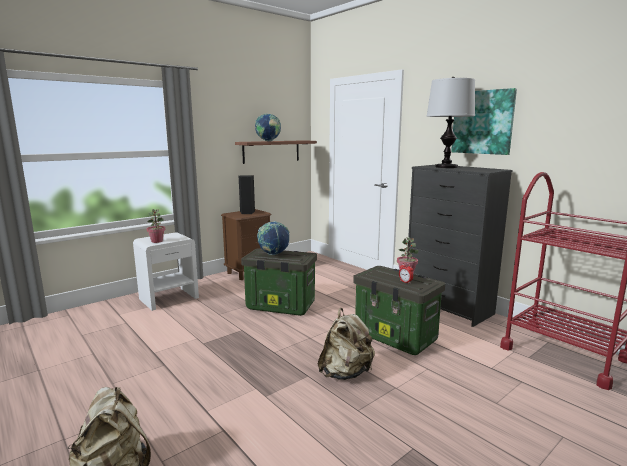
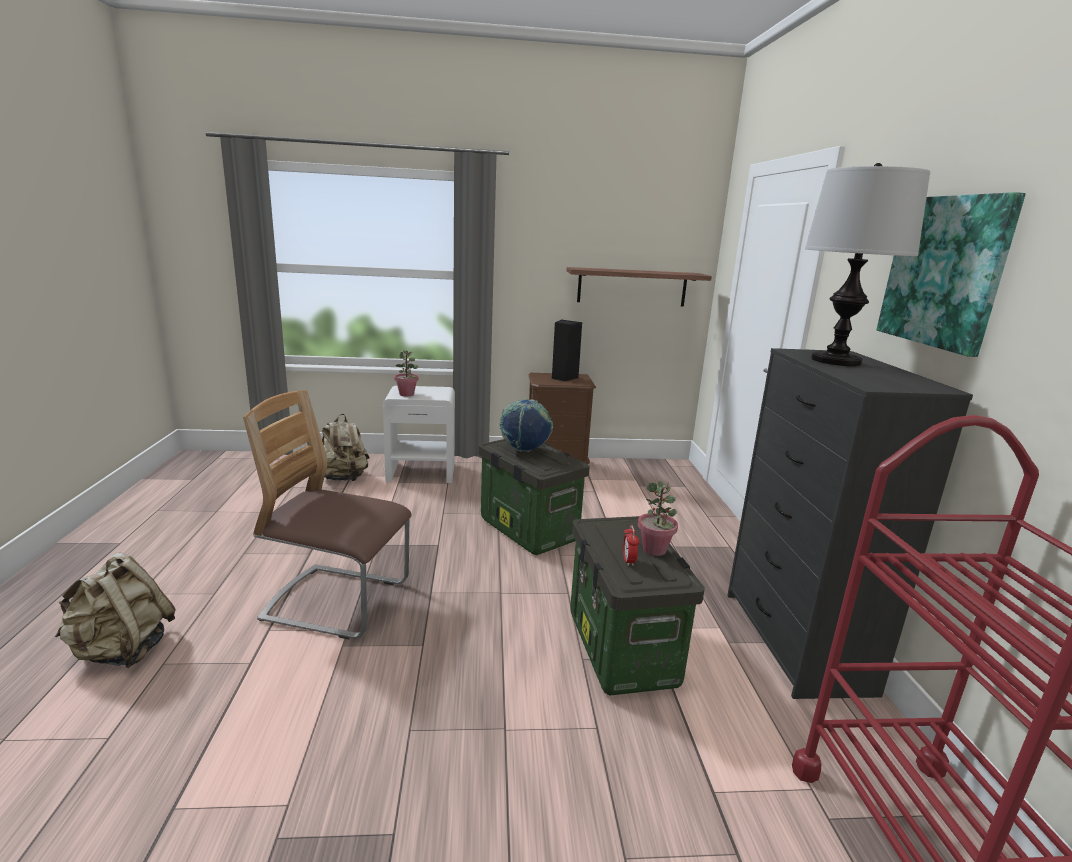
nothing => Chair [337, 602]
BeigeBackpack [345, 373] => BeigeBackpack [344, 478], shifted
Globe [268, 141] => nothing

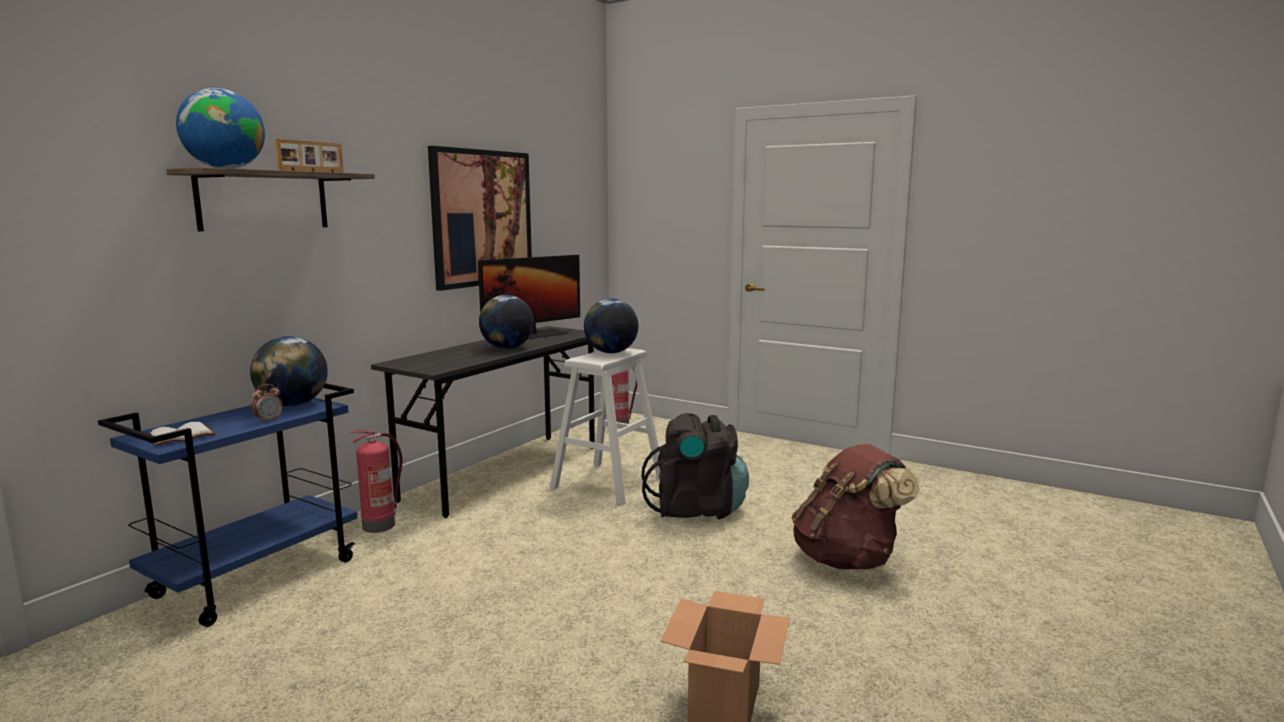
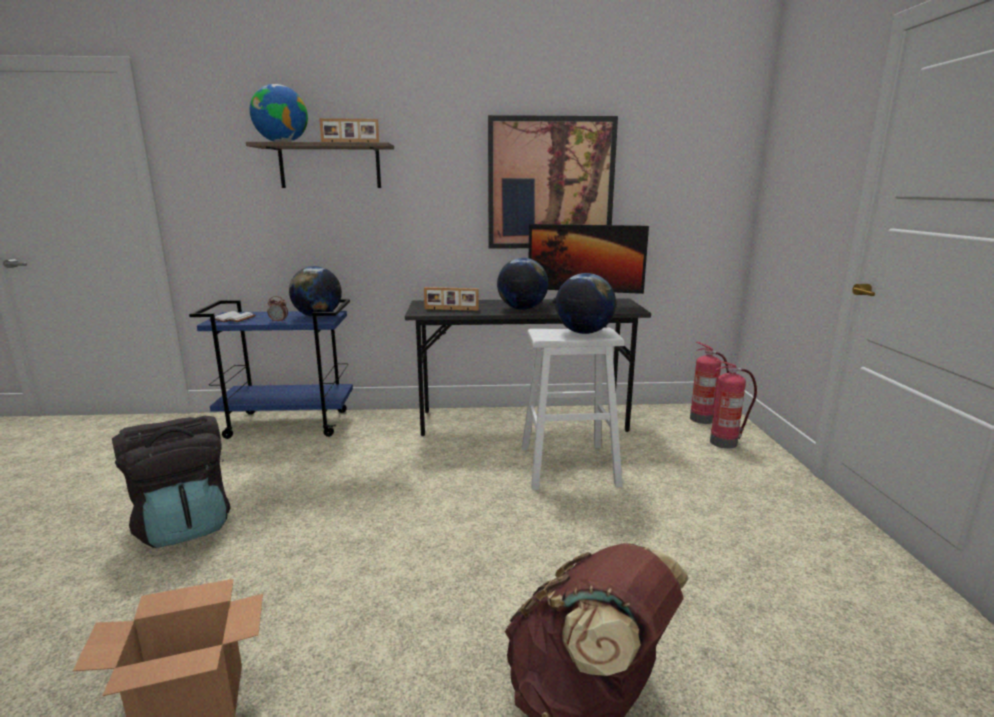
BlackBackpack [696, 509] => BlackBackpack [184, 525], shifted
nothing => PictureFrame [451, 309]
FireExtinguisher [380, 525] => FireExtinguisher [725, 442], shifted

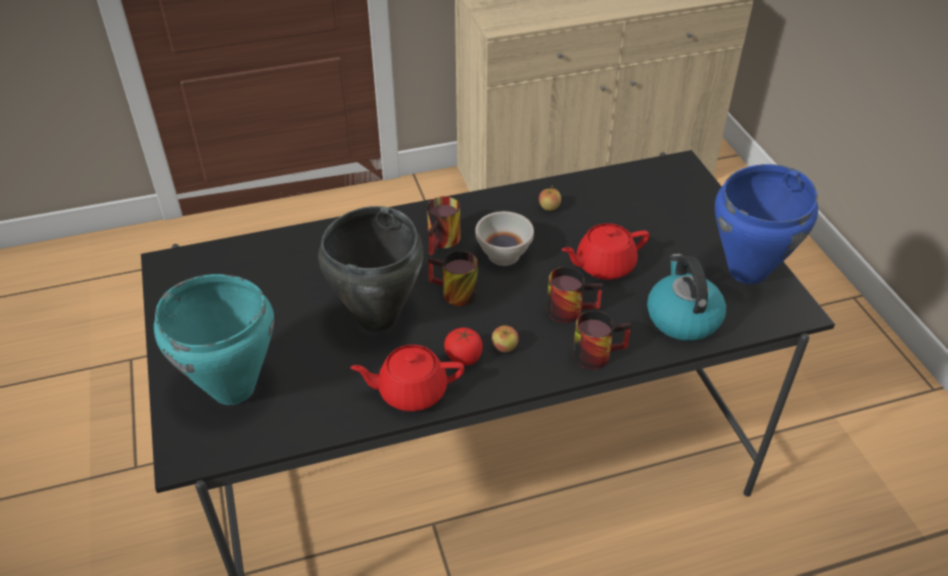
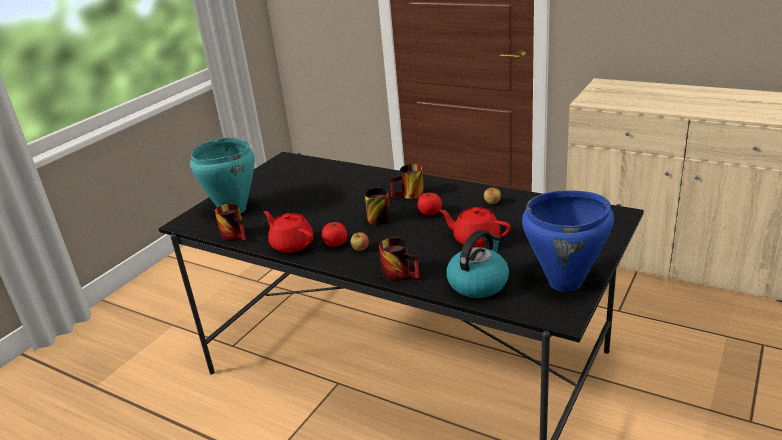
Mug [570, 308] => Mug [237, 235], shifted
WhiteBowl [504, 255] => Tomato [430, 212]
BlackCookingPot [376, 318] => nothing

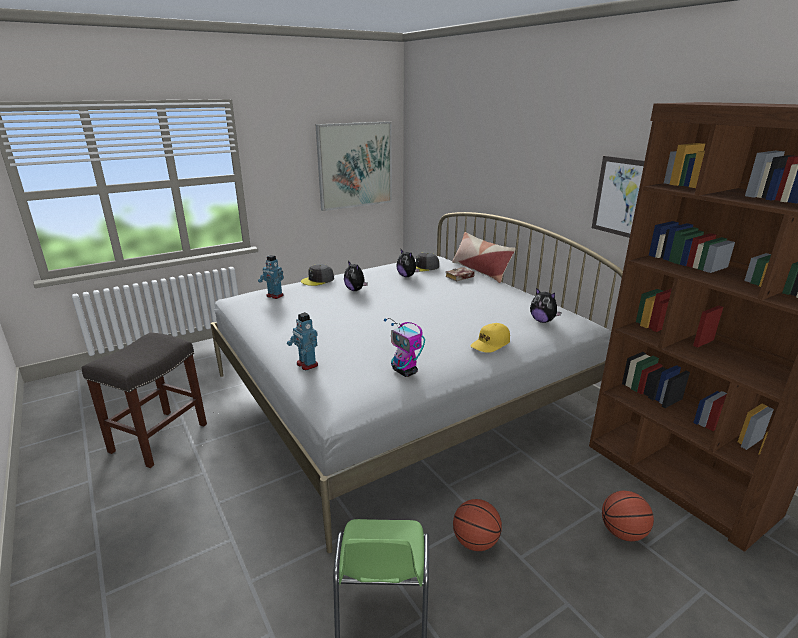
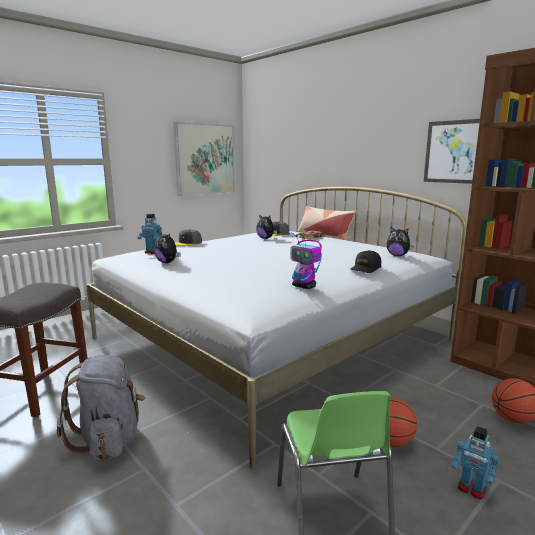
nothing => GreyBackpack [109, 440]
PlushToy [355, 290] => PlushToy [167, 262], shifted
YellowCap [490, 344] => BlackCap [365, 268]
ToyRobot [306, 365] => ToyRobot [471, 489], shifted

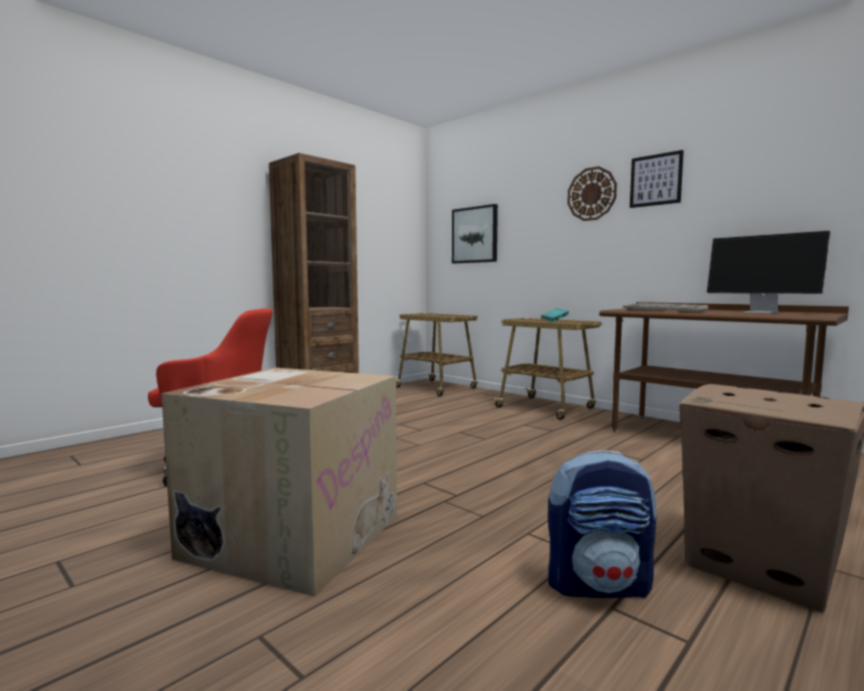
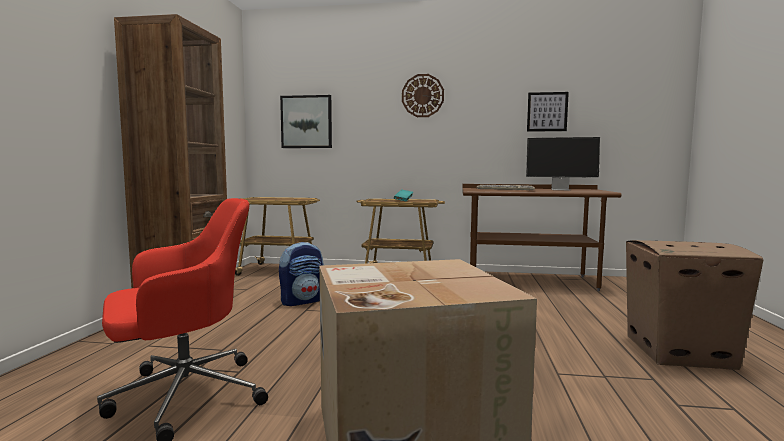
Backpack [598, 584] => Backpack [302, 301], shifted
Picture [655, 180] => Picture [547, 112], shifted

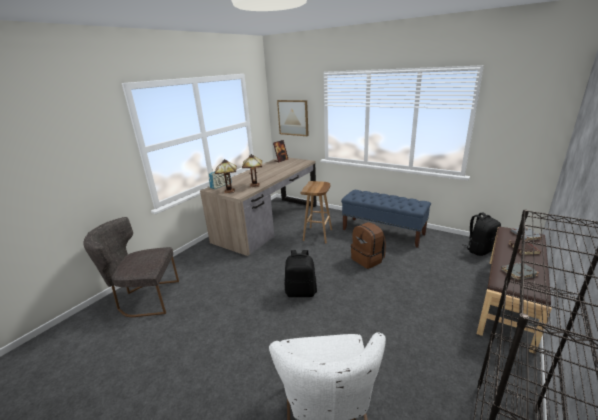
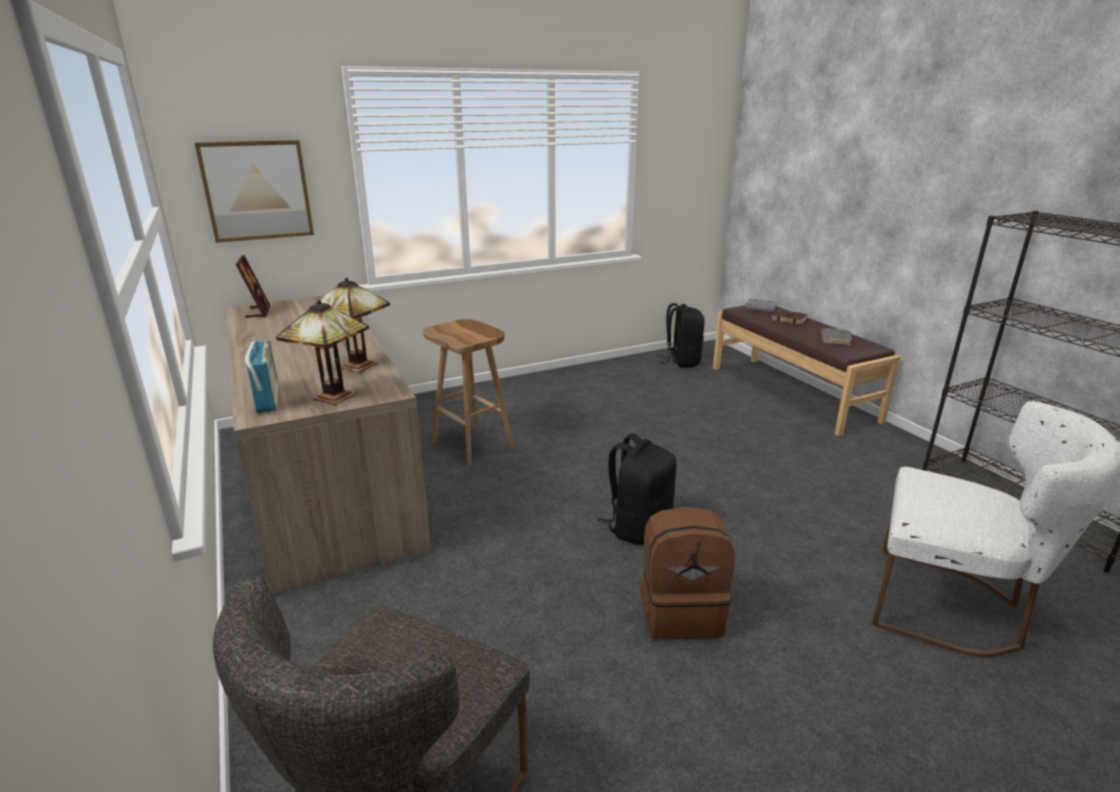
BrownBackpack [368, 259] => BrownBackpack [681, 612], shifted
BlueBench [383, 232] => nothing

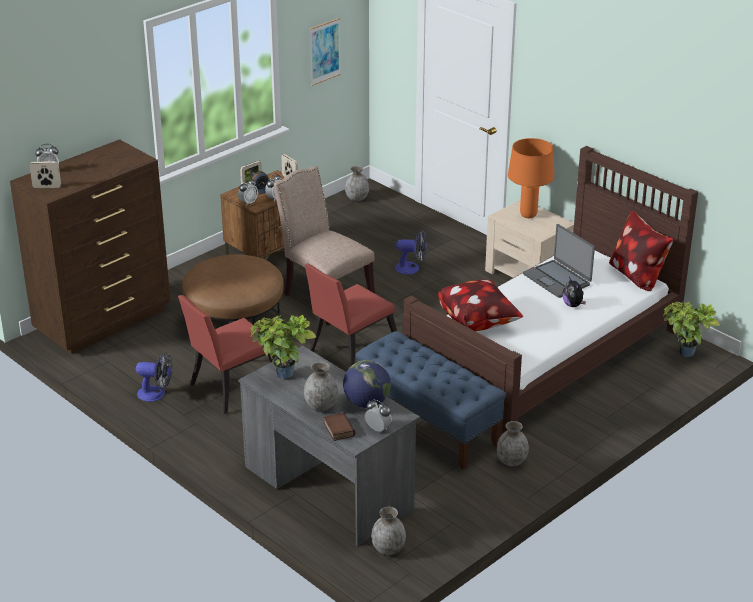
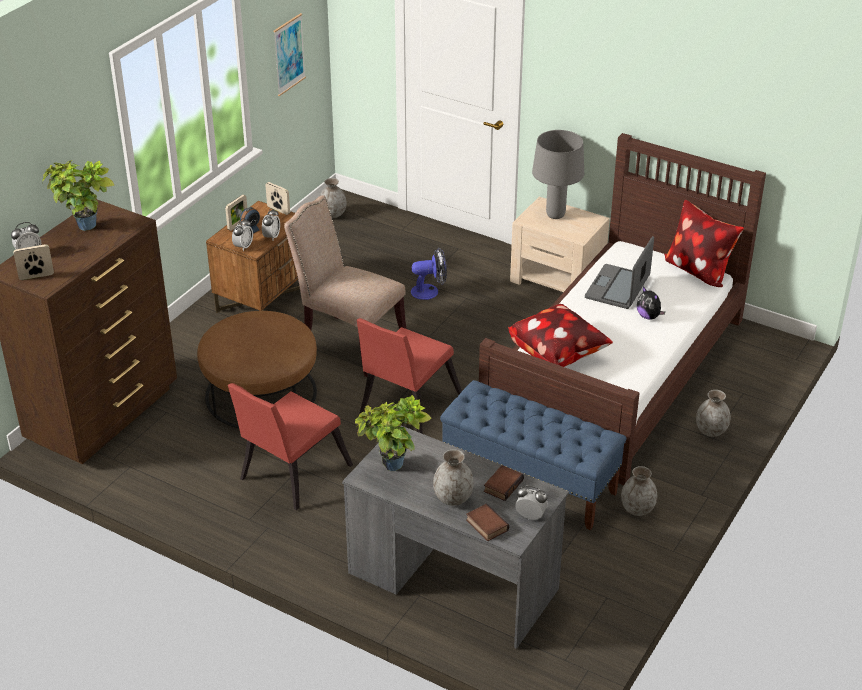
PottedPlant [684, 355] => PottedPlant [84, 229], shifted
Globe [366, 403] => Book [502, 485]
OrangeTableLamp [528, 215] => GreyTableLamp [555, 215]
Laptop [557, 279] => Laptop [618, 288], 75 degrees clockwise
GreyVase [388, 549] => GreyVase [711, 431], shifted
Fan [156, 394] => nothing

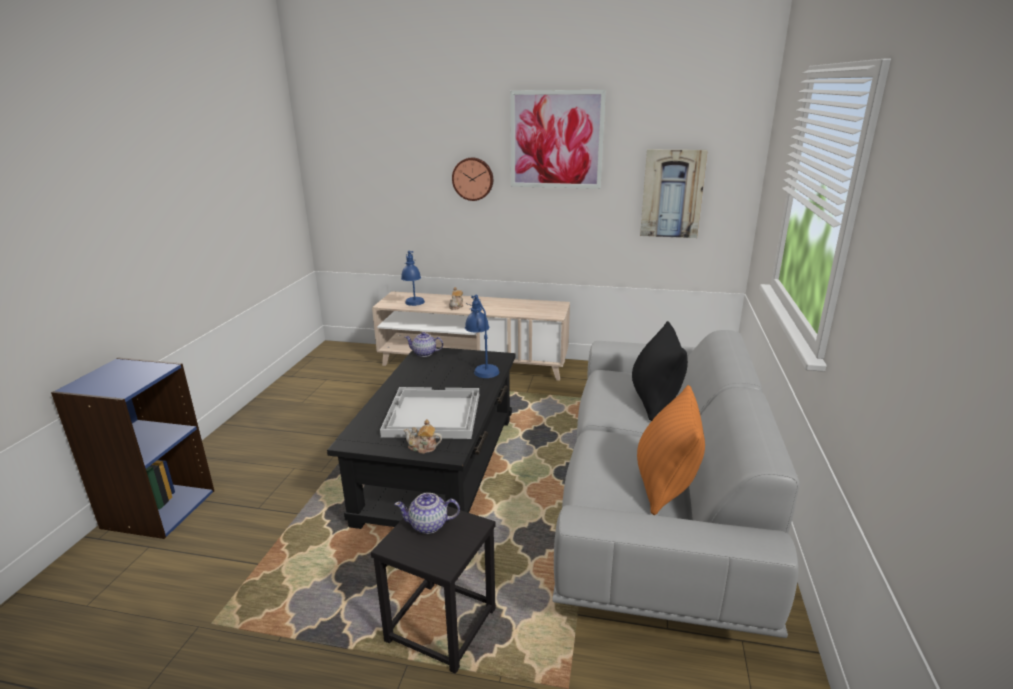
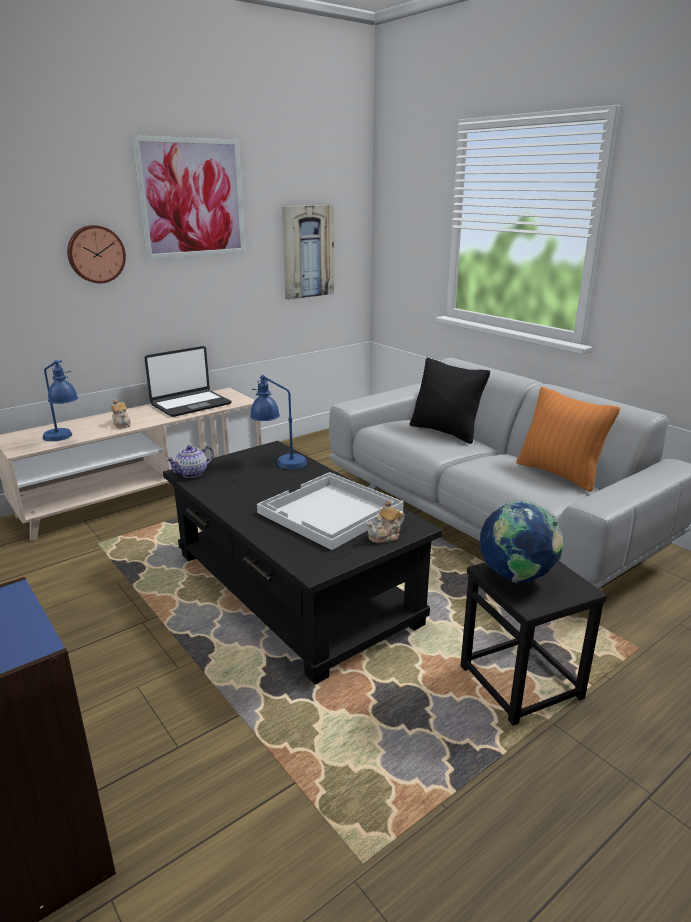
nothing => Laptop [190, 404]
Teapot [429, 525] => Globe [516, 577]

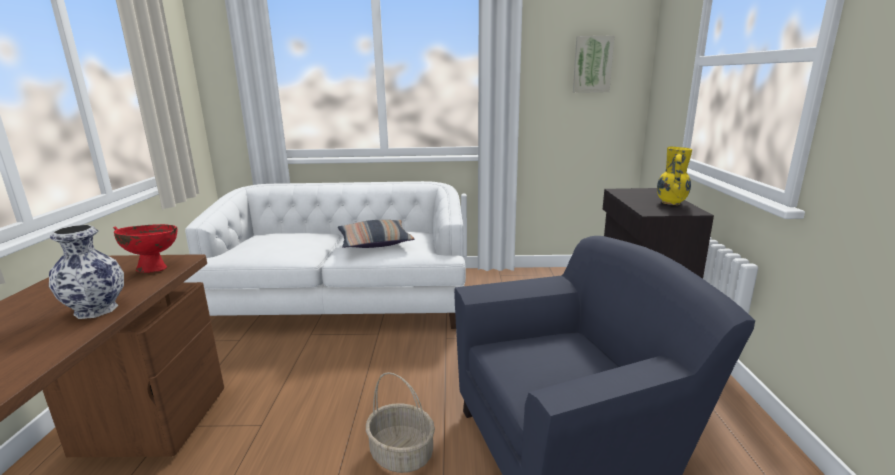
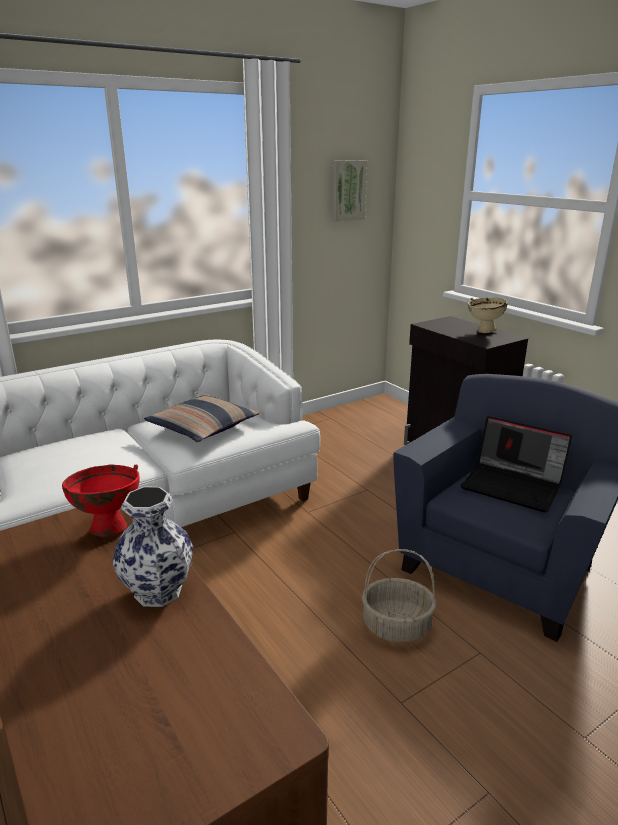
nothing => Laptop [513, 486]
YellowVase [671, 203] => BeigeBowl [484, 331]

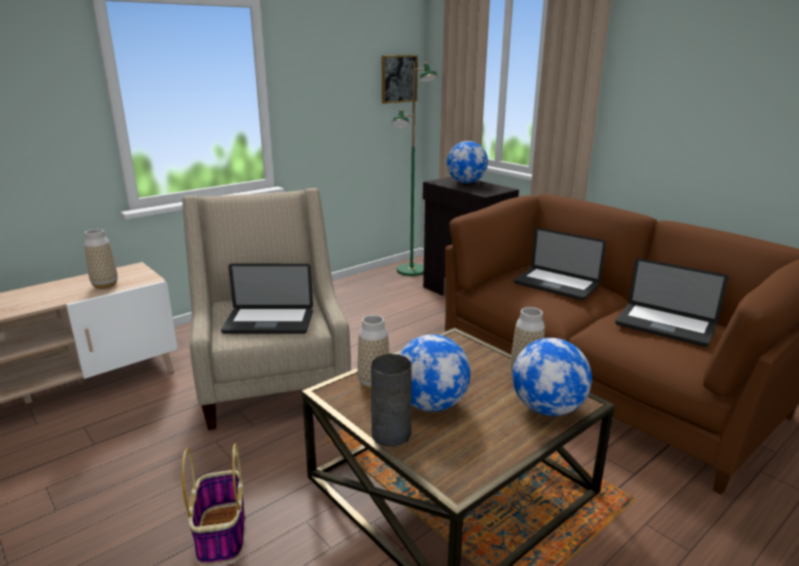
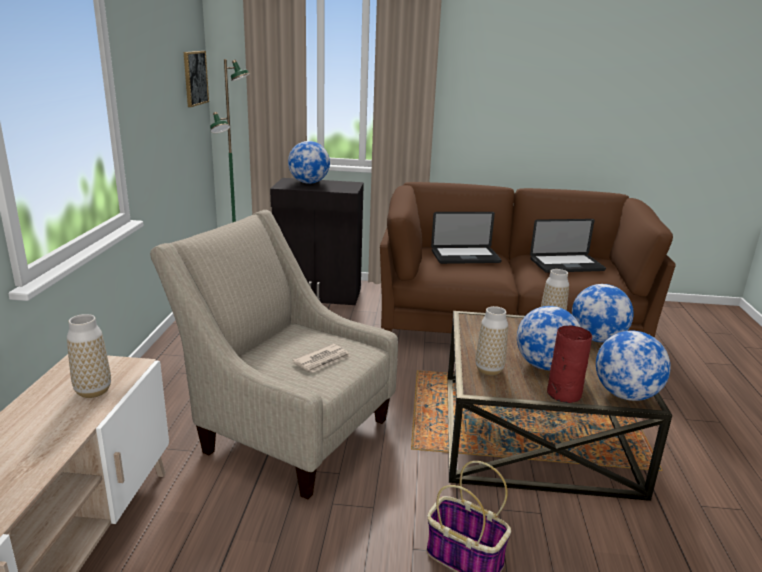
Laptop [269, 322] => Newspaper [323, 360]
GreyVase [390, 434] => RedVase [563, 394]
nothing => Globe [625, 395]

